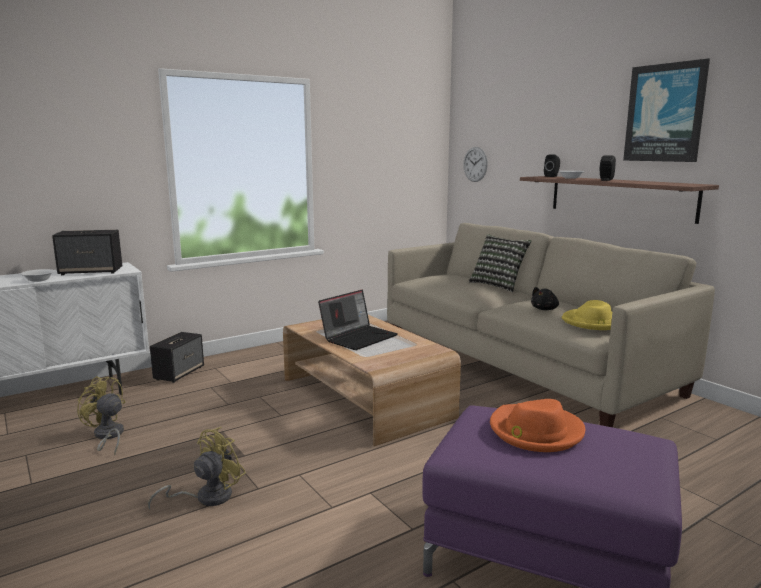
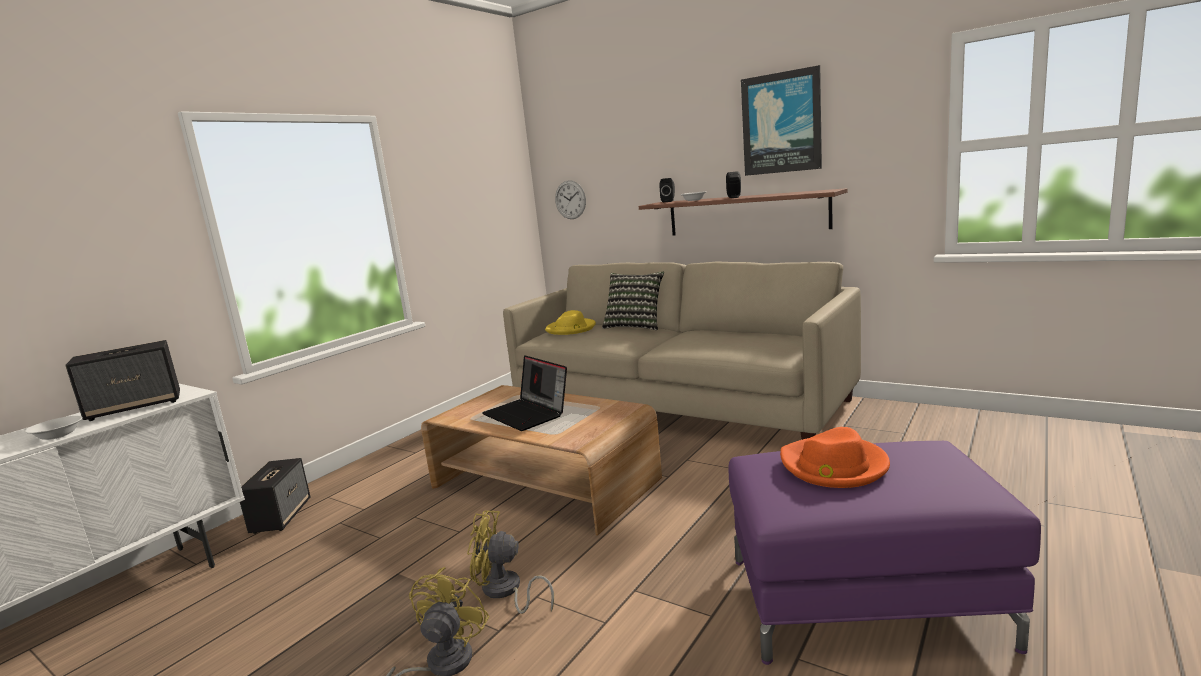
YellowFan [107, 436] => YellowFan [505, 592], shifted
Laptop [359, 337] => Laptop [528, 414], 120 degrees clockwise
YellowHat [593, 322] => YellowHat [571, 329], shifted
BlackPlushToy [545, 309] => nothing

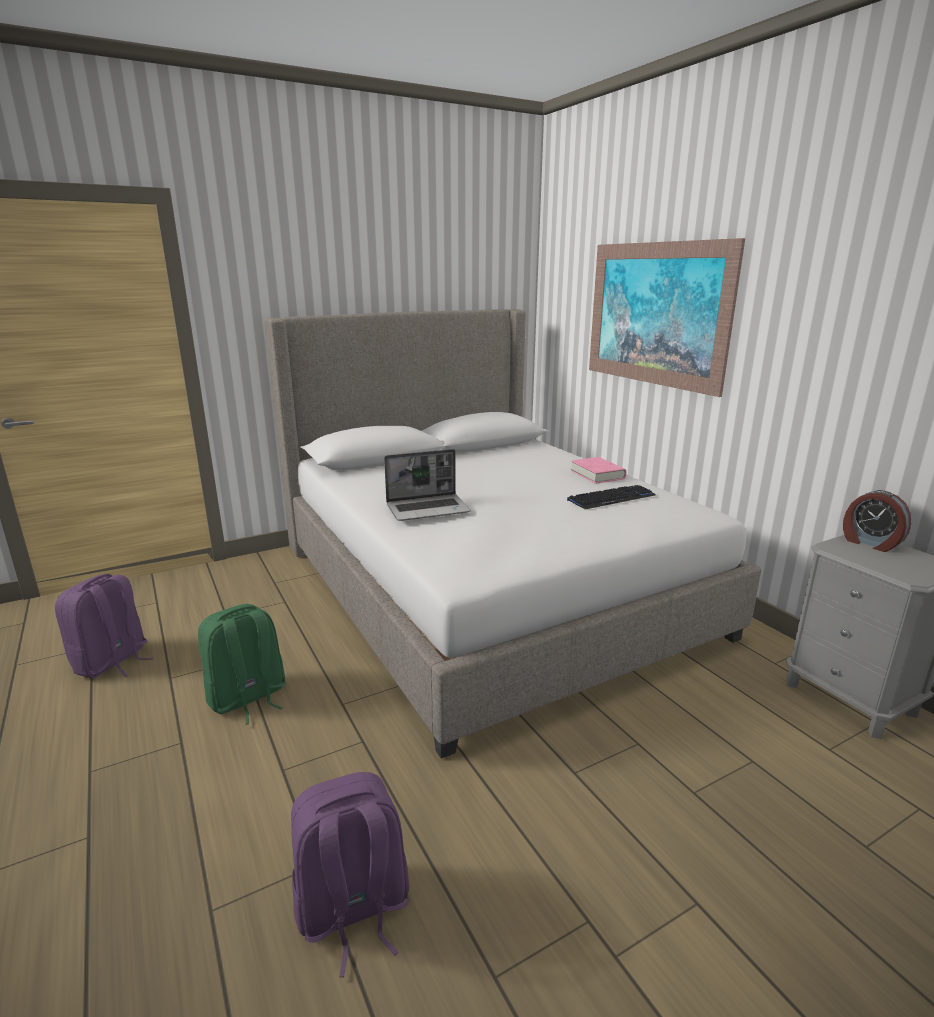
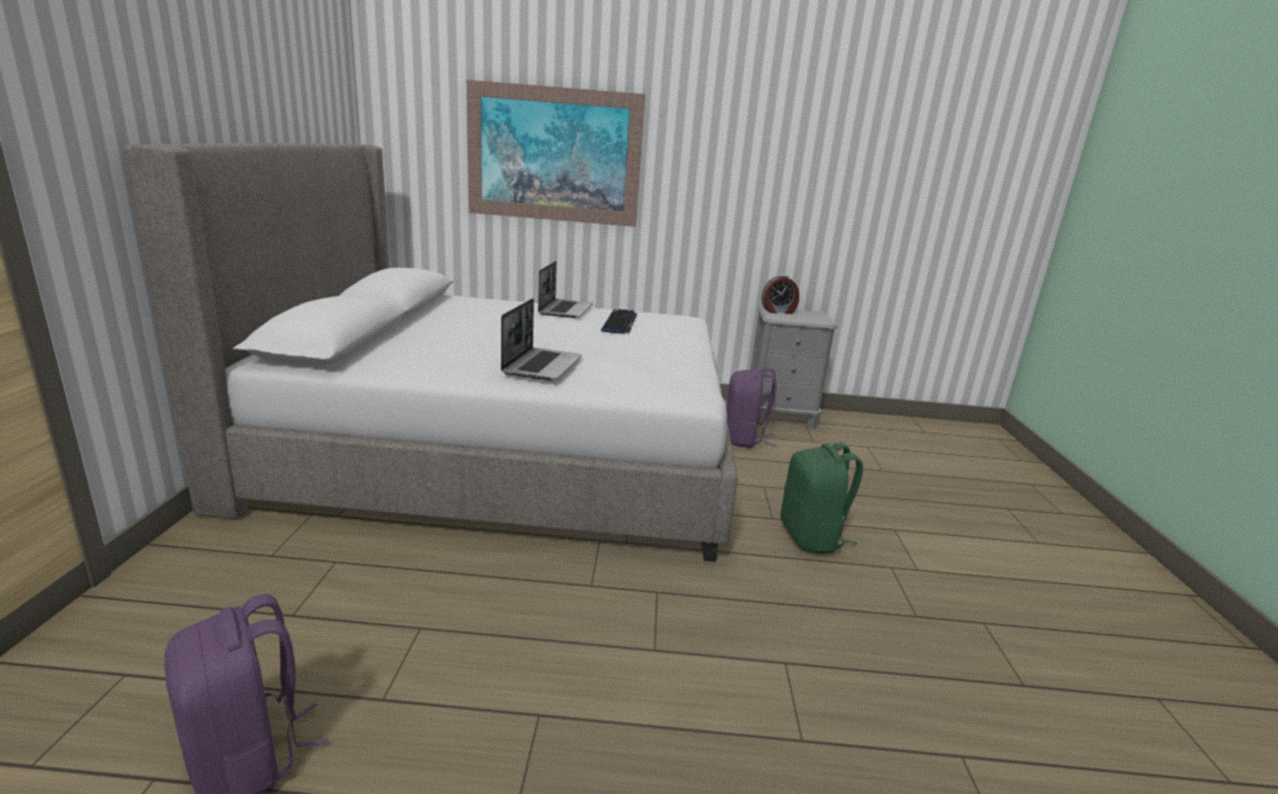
PinkBook [597, 474] => Laptop [565, 309]
PurpleBackpack [353, 910] => PurpleBackpack [744, 439], shifted
GreenBackpack [247, 698] => GreenBackpack [812, 537], shifted

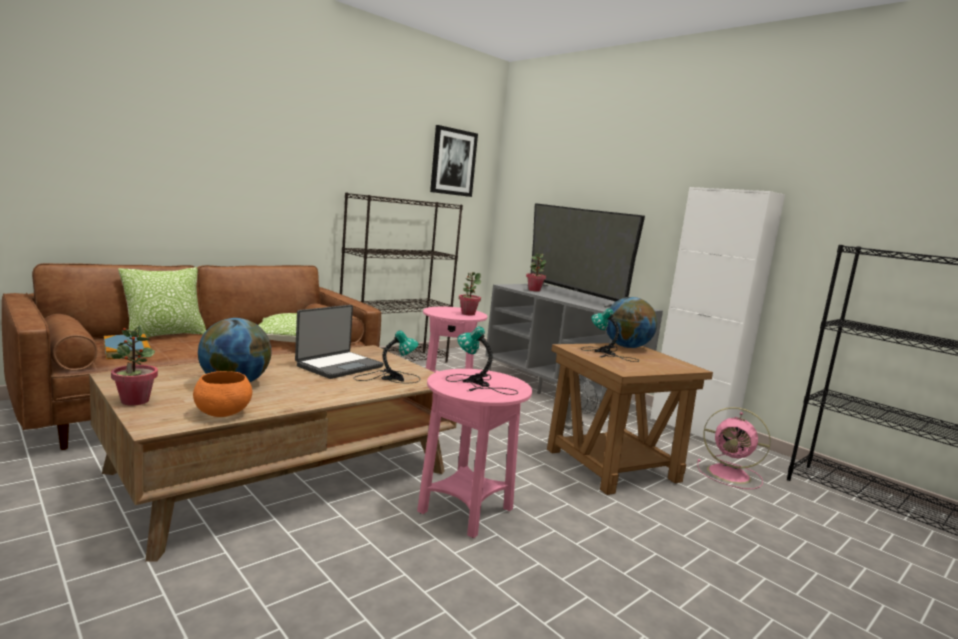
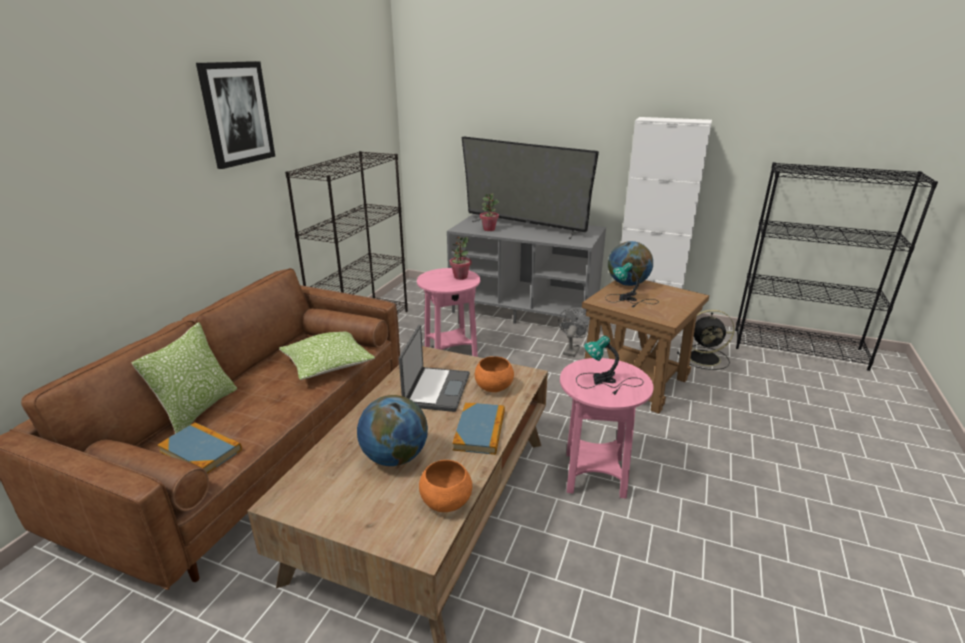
Picture [453, 162] => Picture [237, 113], shifted
nothing => Book [480, 430]
TableLamp [389, 378] => OrangeBowl [493, 387]
PinkFan [731, 474] => BlackFan [705, 358]
PottedPlant [134, 401] => nothing

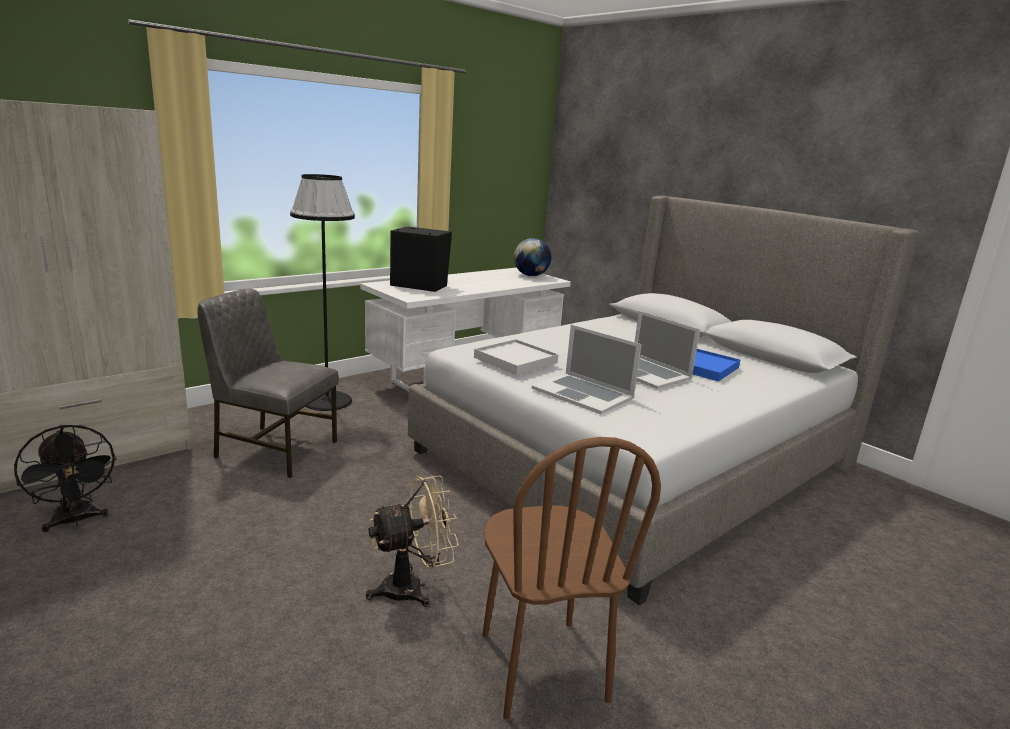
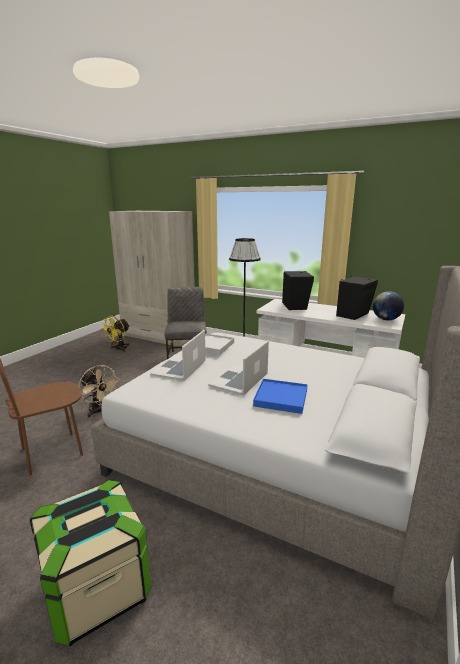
nothing => StorageBox [97, 589]
BlackFan [75, 521] => YellowFan [118, 349]
nothing => BlackSpeaker [354, 314]

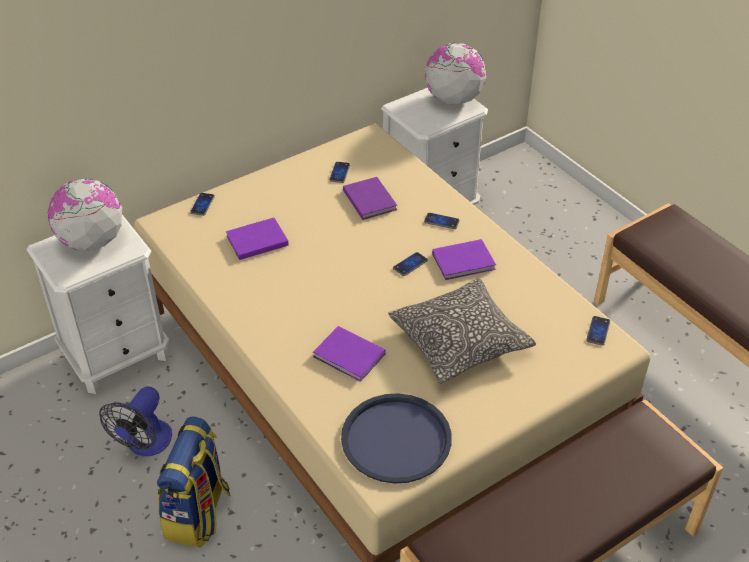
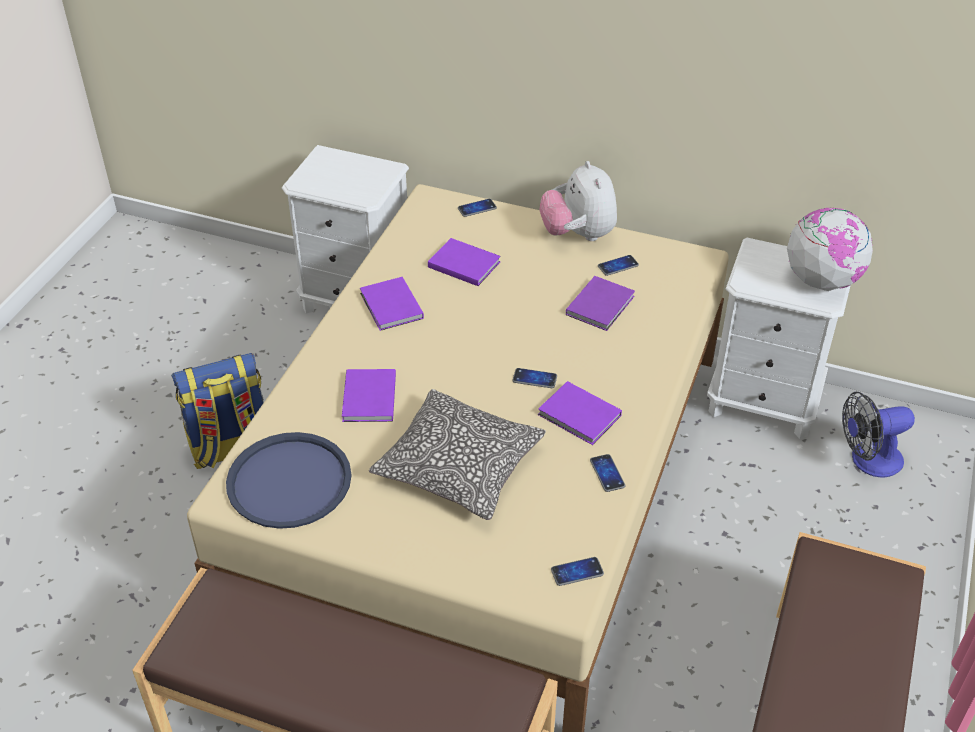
nothing => PurpleBook [391, 307]
nothing => PlushToy [578, 234]
Phone [441, 221] => Phone [607, 473], shifted
Fan [145, 445] => Fan [868, 460], shifted
Globe [91, 241] => nothing

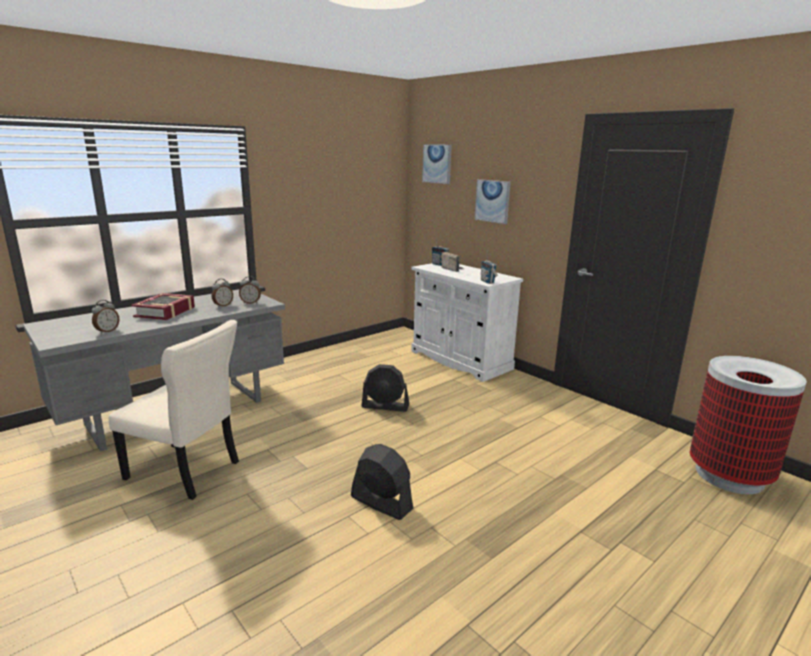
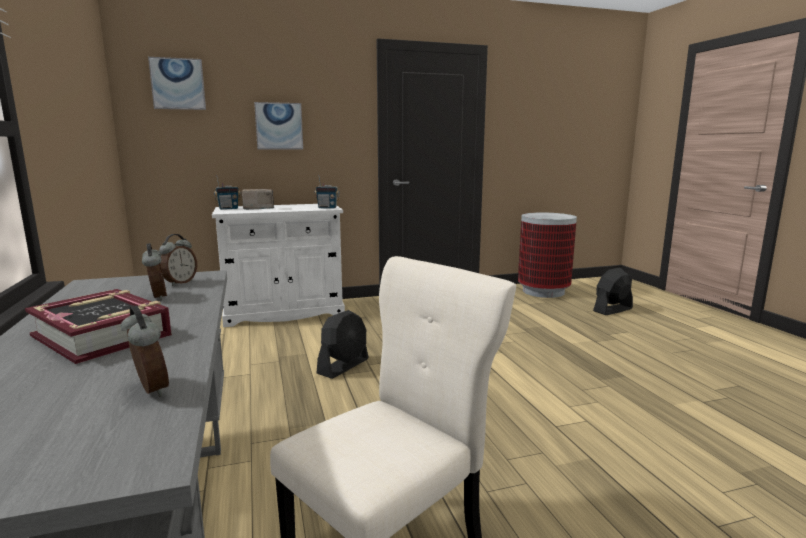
BlackFan [381, 502] => BlackFan [612, 310], shifted

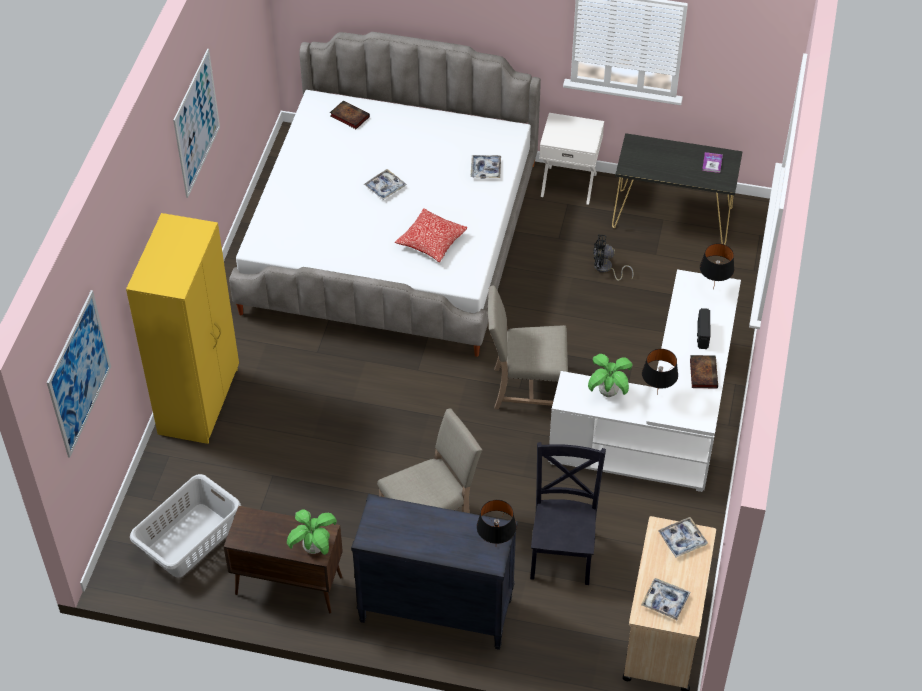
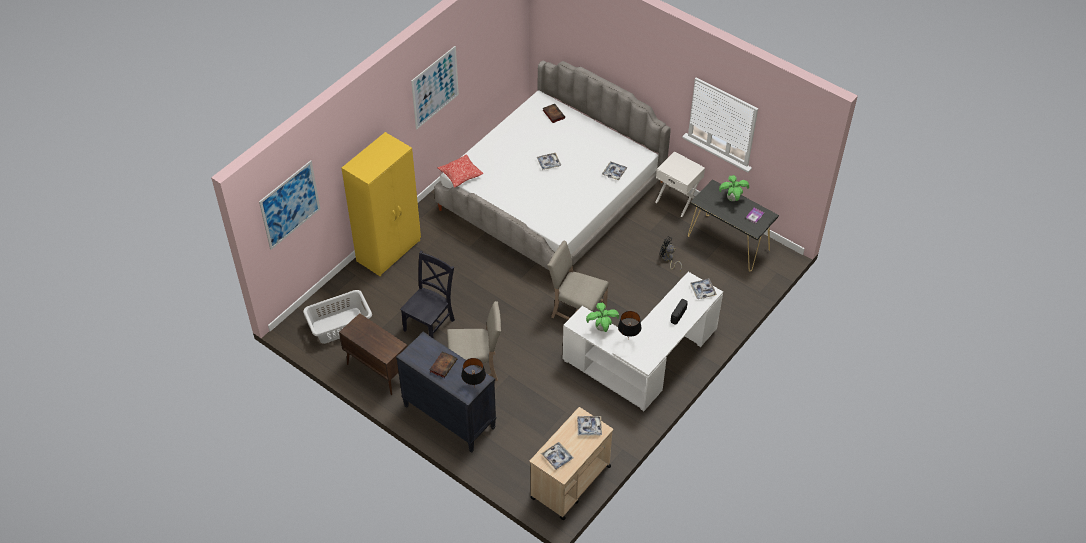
BlackChair [563, 551] => BlackChair [430, 323], shifted
Book [703, 372] => Book [443, 365], shifted
Pillow [431, 241] => Pillow [460, 175], shifted
BlackTableLamp [713, 288] => Tray [702, 290]
PottedPlant [313, 548] => PottedPlant [732, 199], shifted

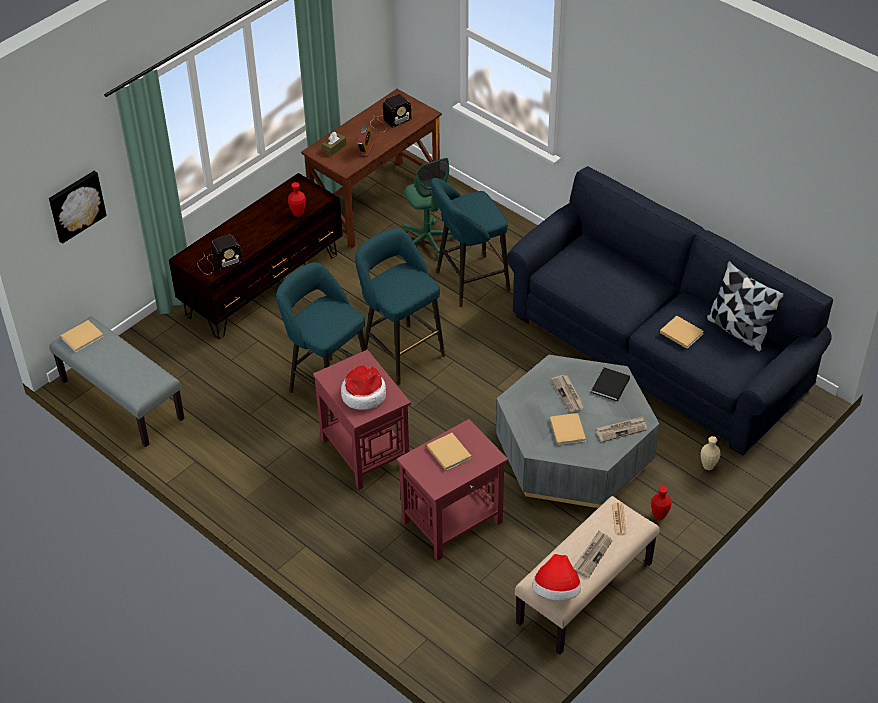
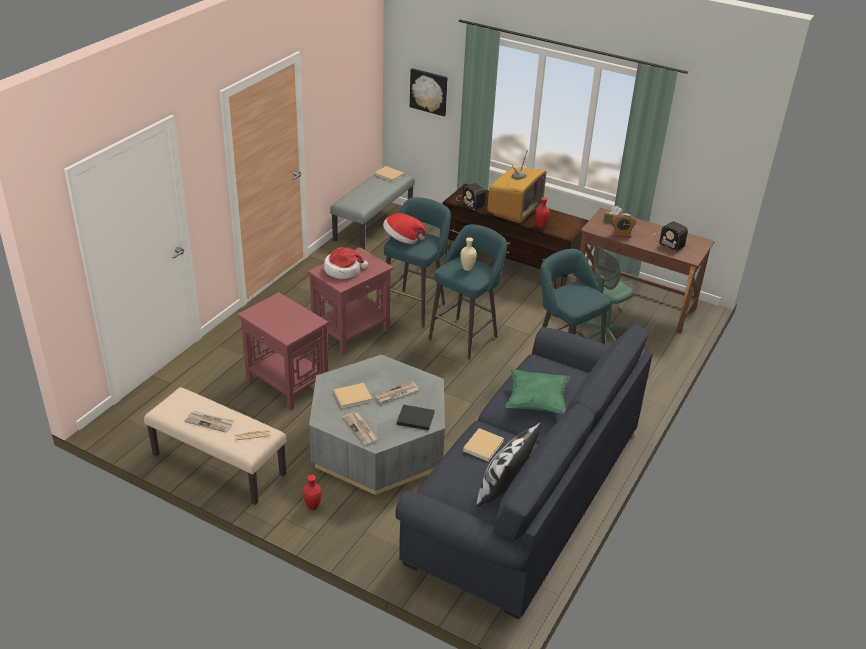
Hat [556, 591] => Hat [402, 239], shifted
BeigeVase [708, 466] => BeigeVase [467, 268], shifted
nothing => Television [515, 211]
nothing => GreenPillow [536, 402]
BeigeBook [448, 452] => nothing

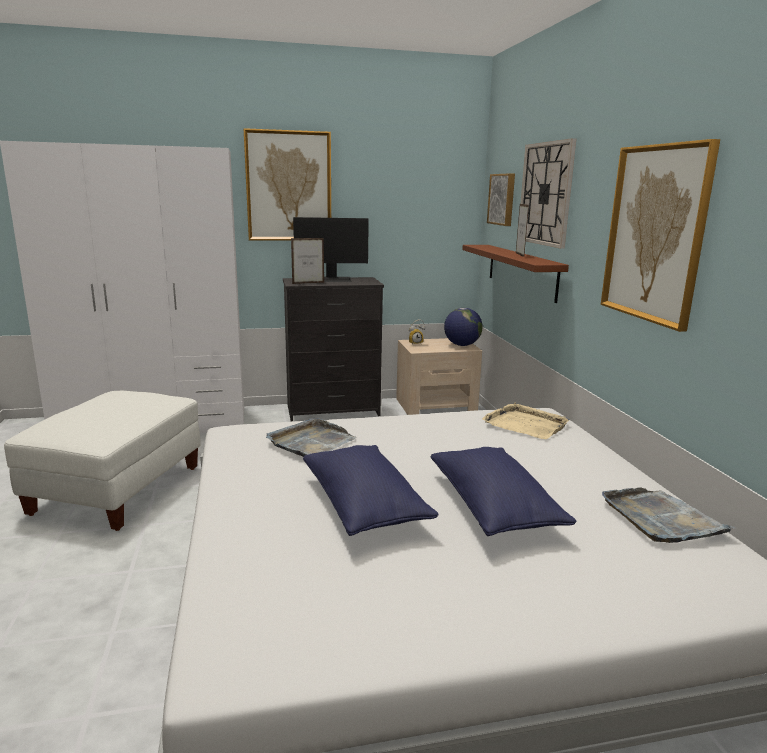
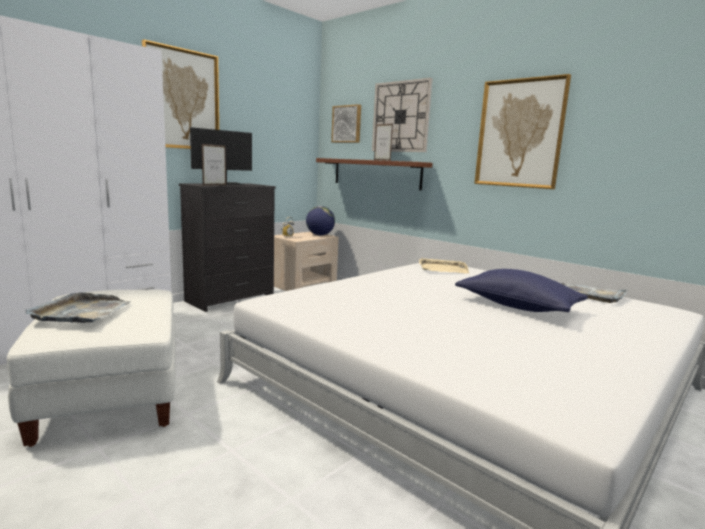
GreyTray [311, 442] => GreyTray [82, 312], shifted
BluePillow [364, 505] => nothing

